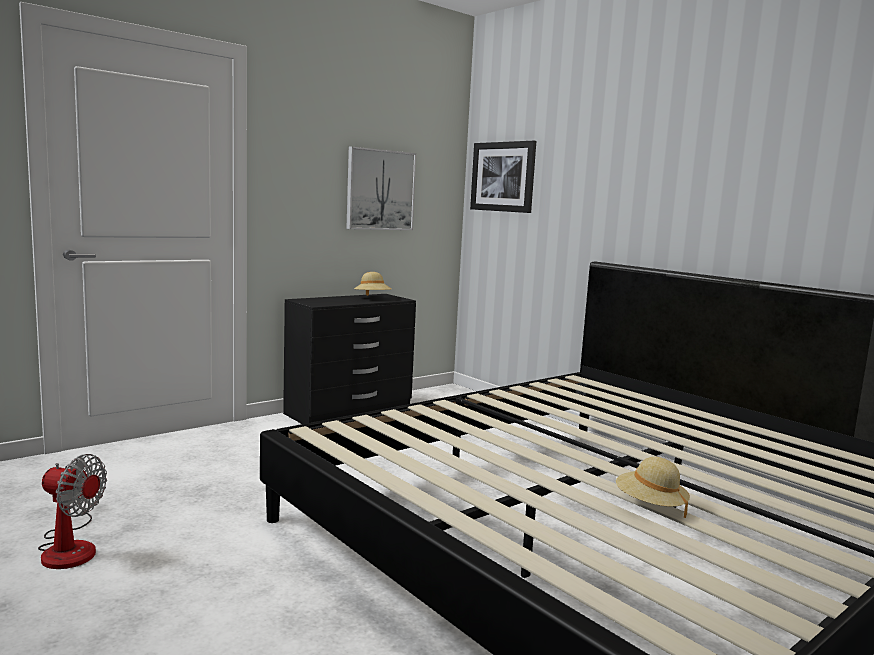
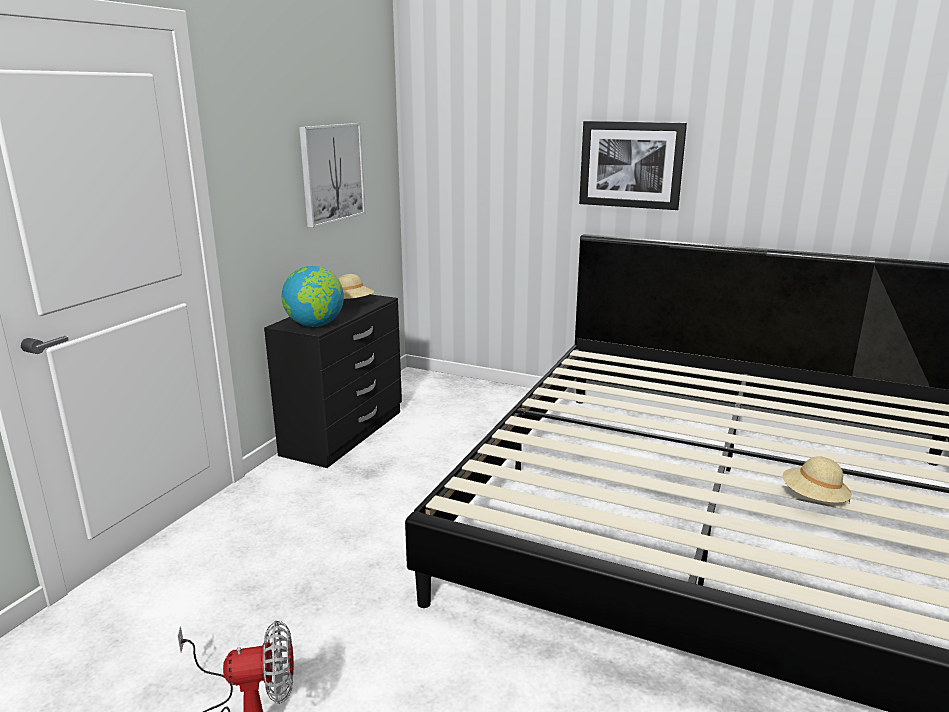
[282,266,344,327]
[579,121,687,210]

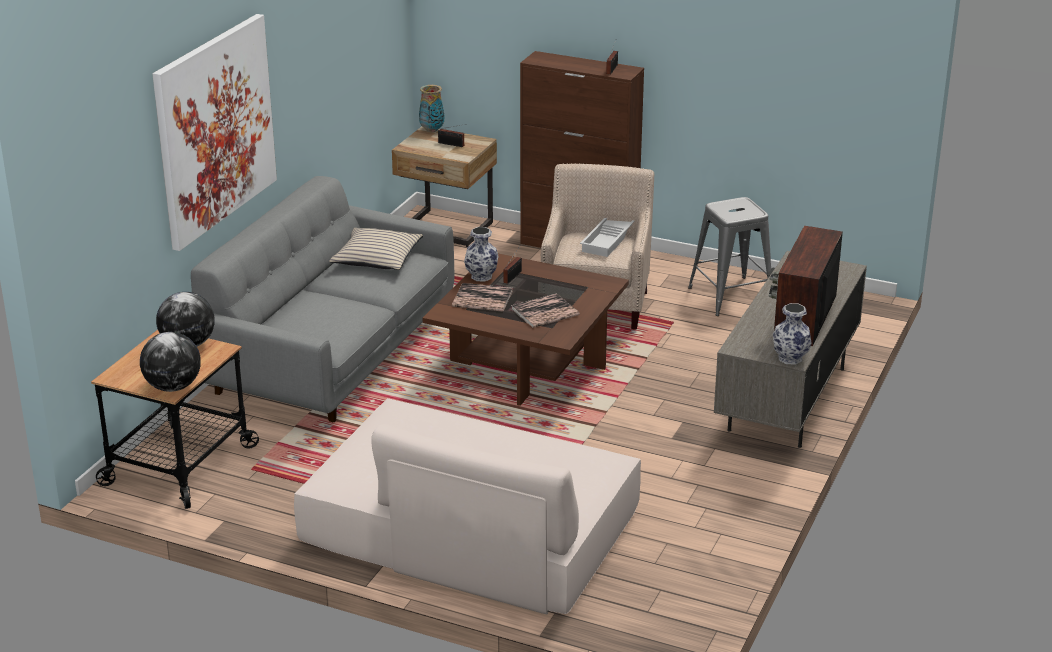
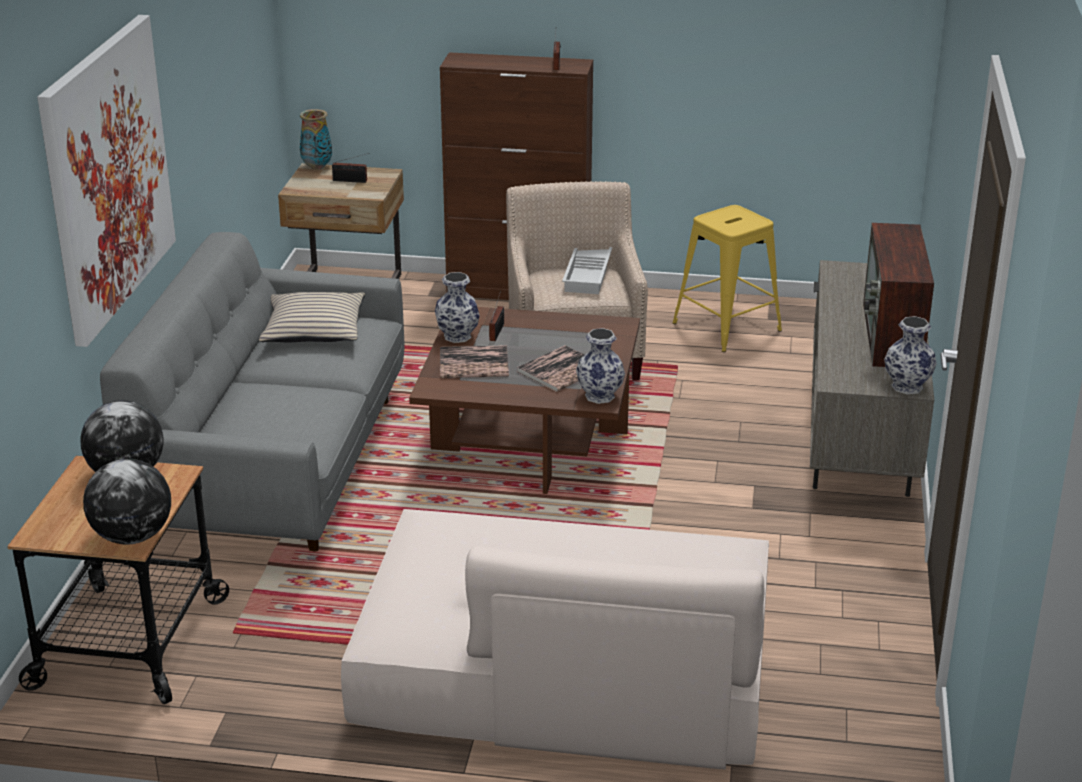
[576,328,625,404]
[672,205,782,352]

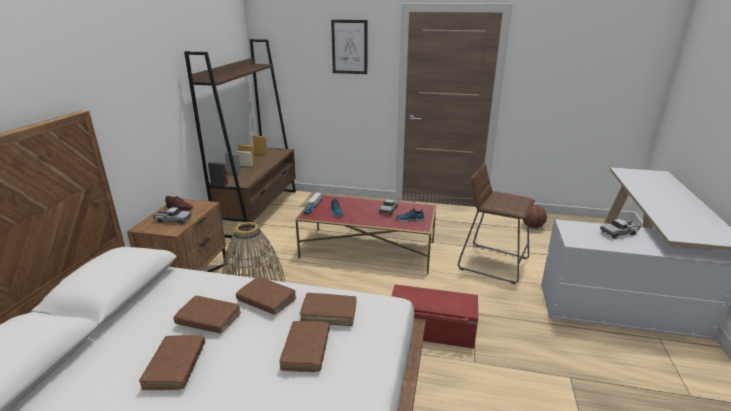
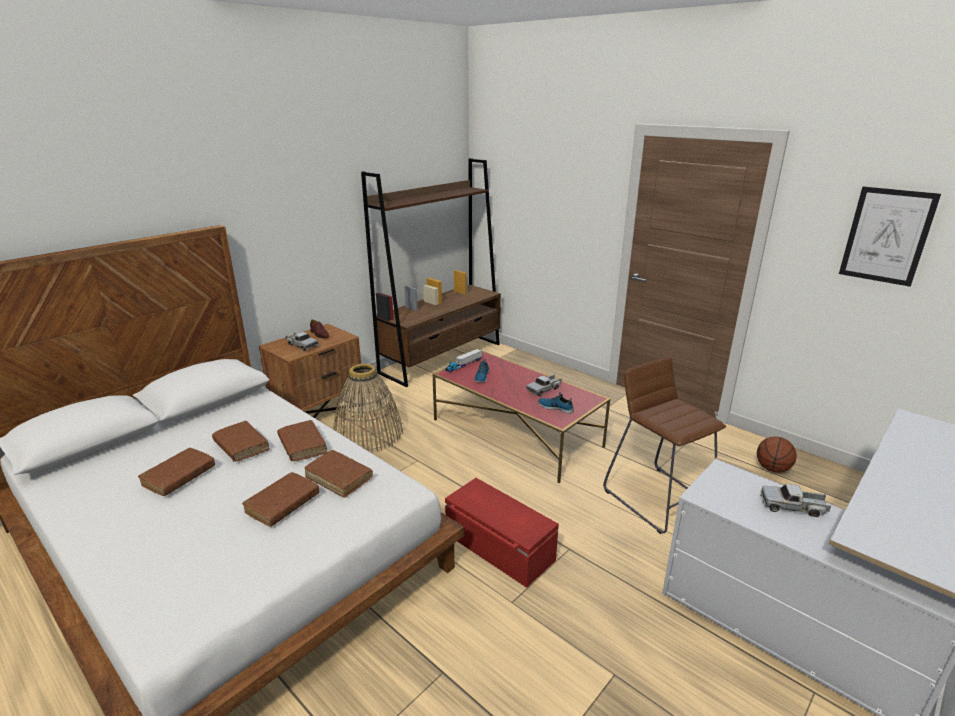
[839,187,941,287]

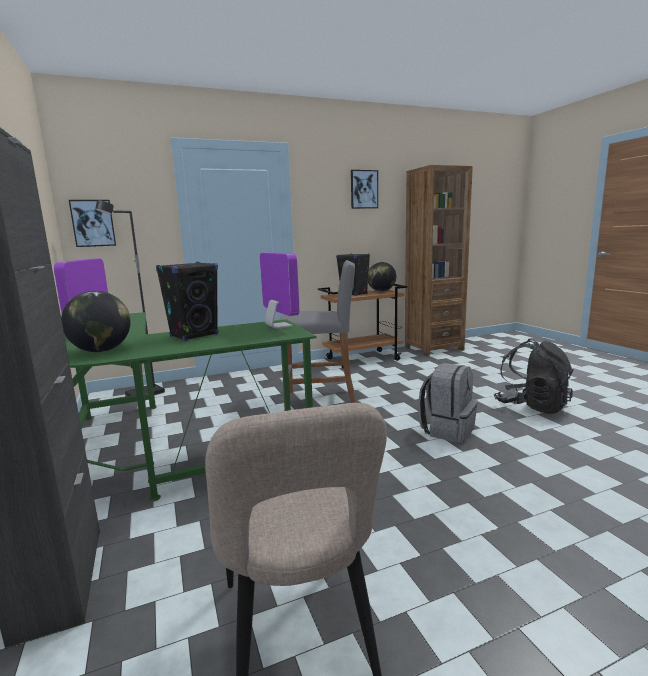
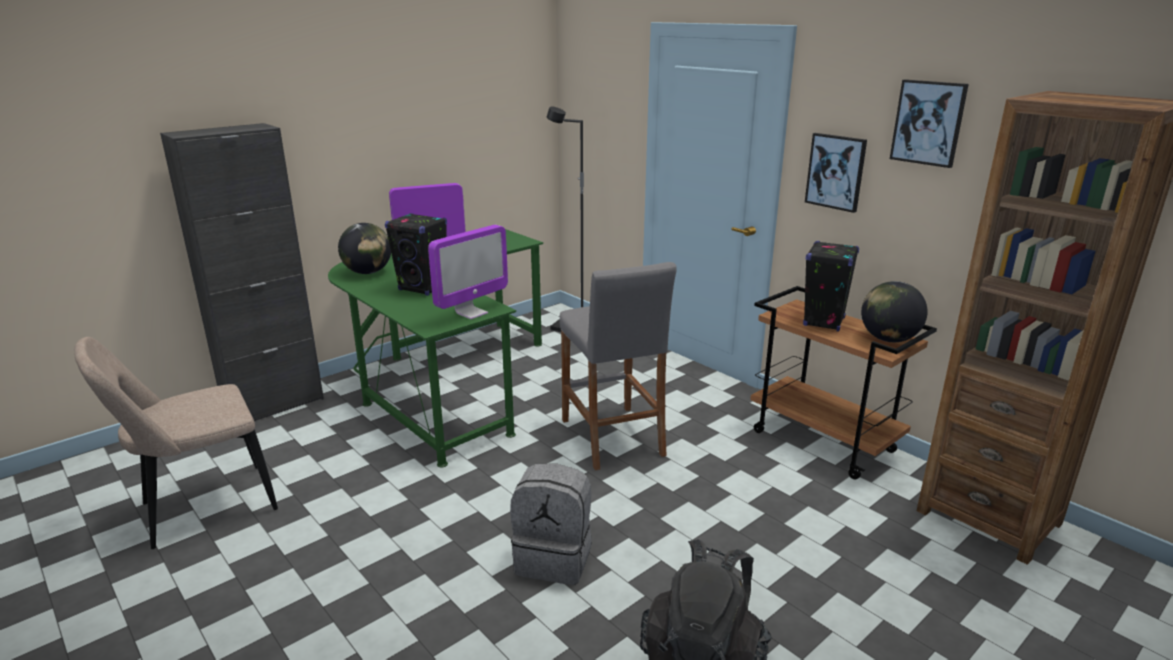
[805,133,867,213]

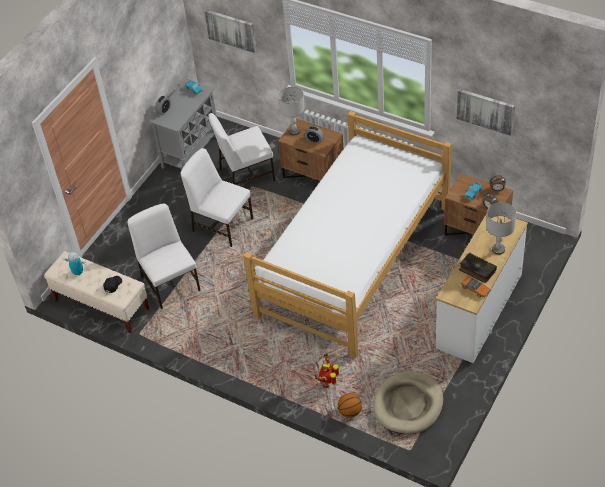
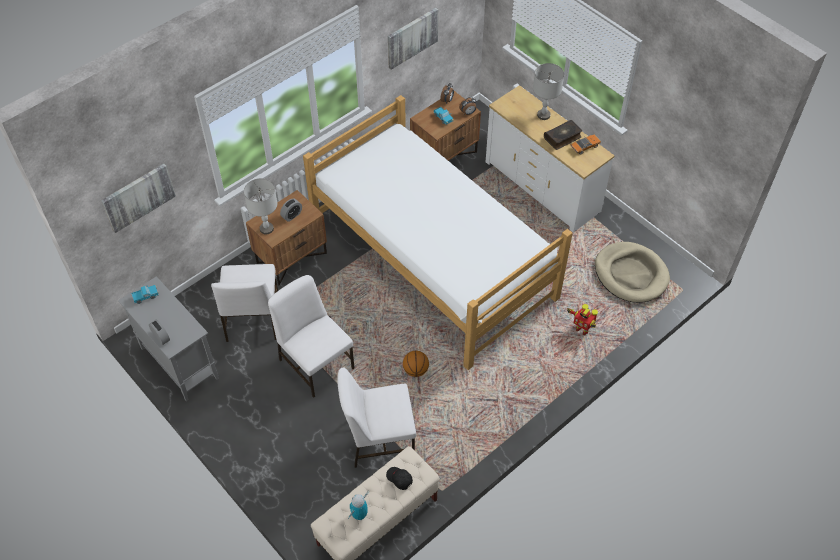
[268,275,354,398]
[403,351,429,377]

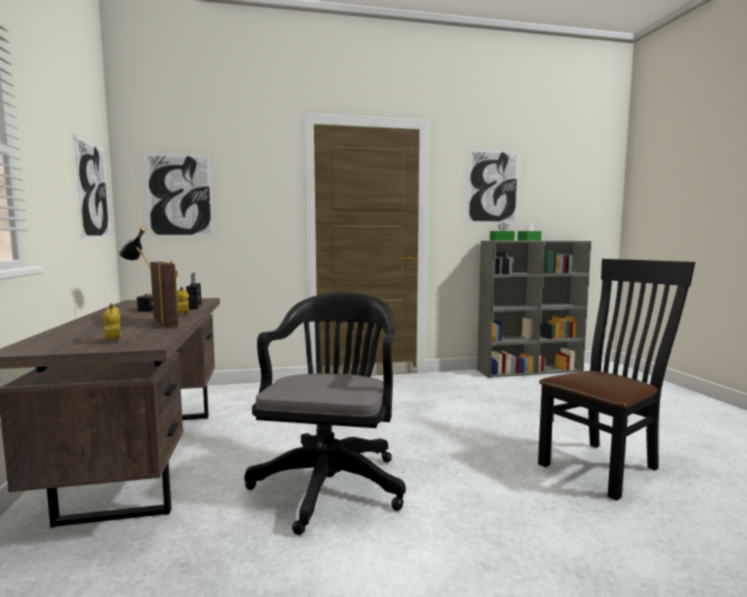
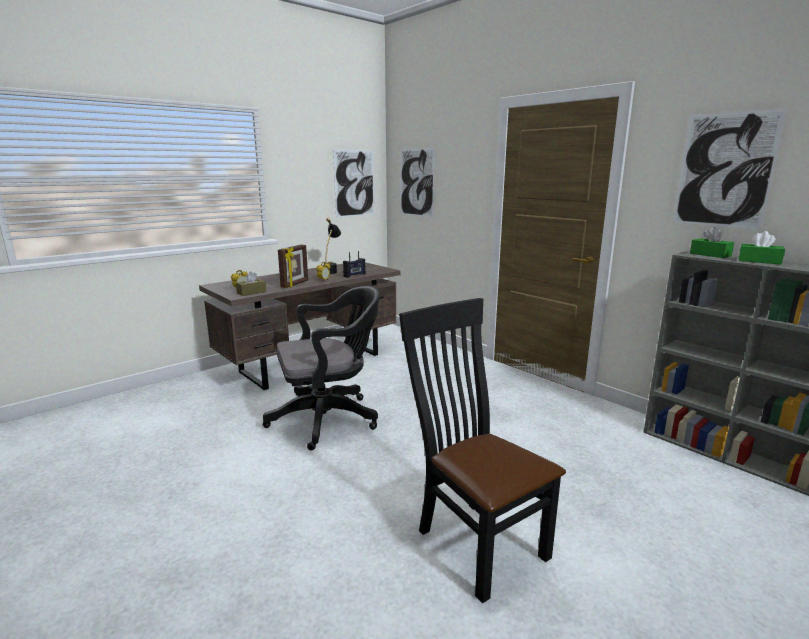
[236,271,267,296]
[399,298,566,604]

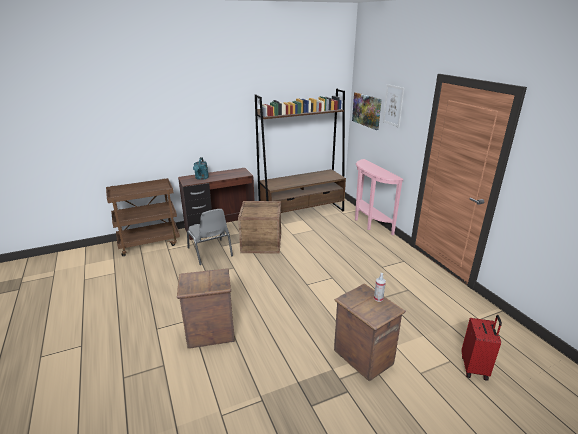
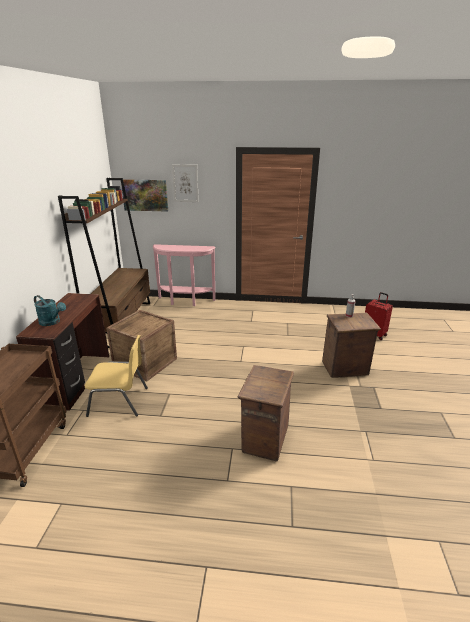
[85,335,148,417]

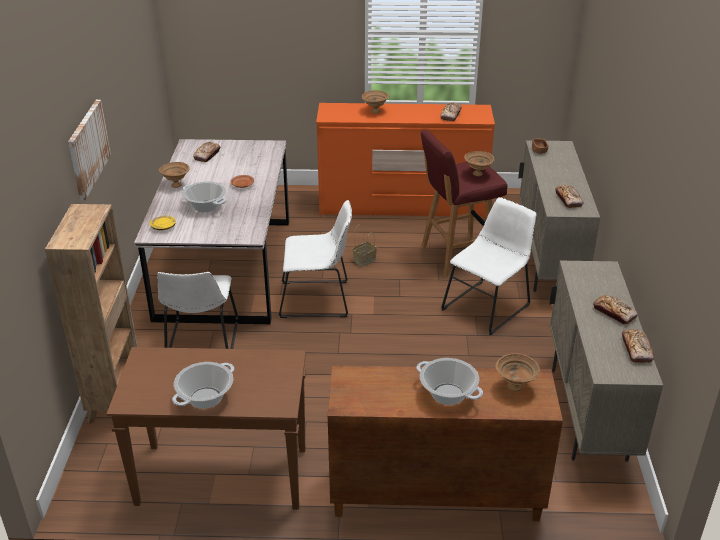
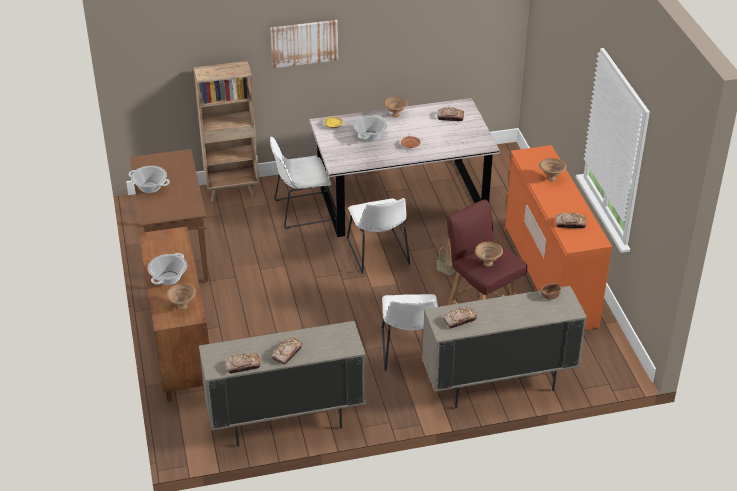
[381,294,438,371]

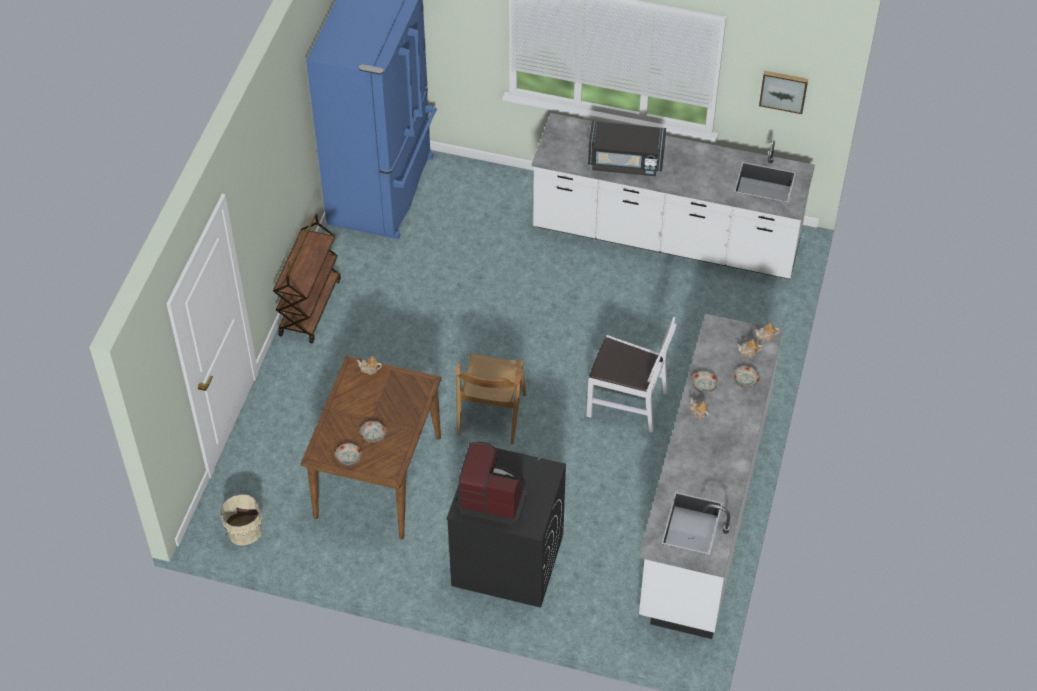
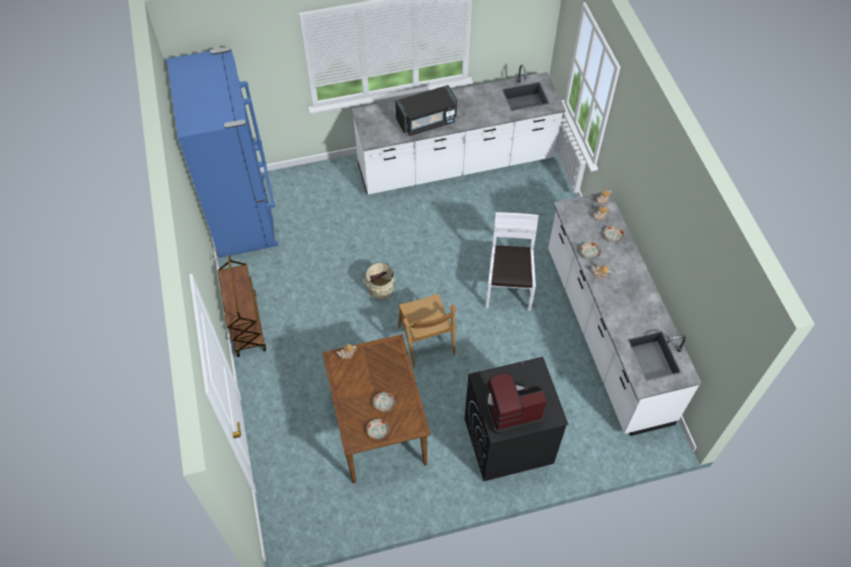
[363,263,395,300]
[486,212,539,311]
[759,71,808,114] (first image)

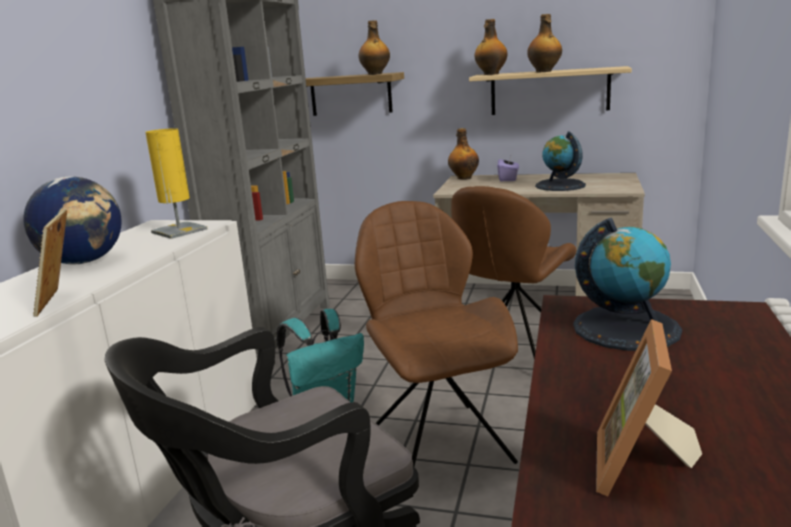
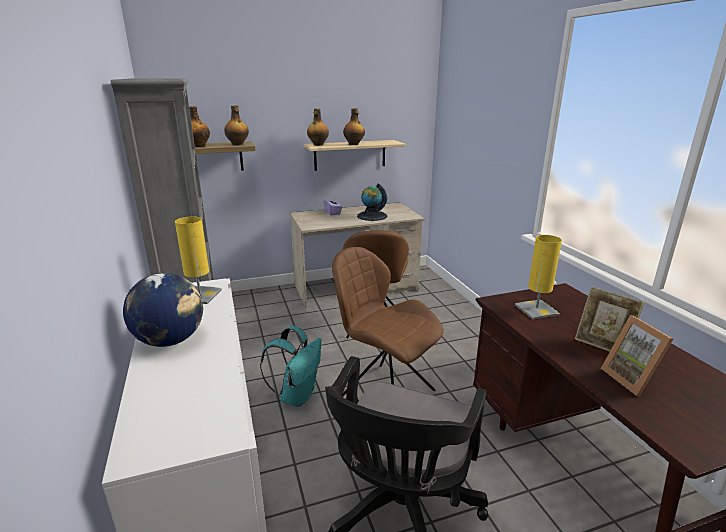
[189,106,210,147]
[515,235,562,319]
[575,286,645,352]

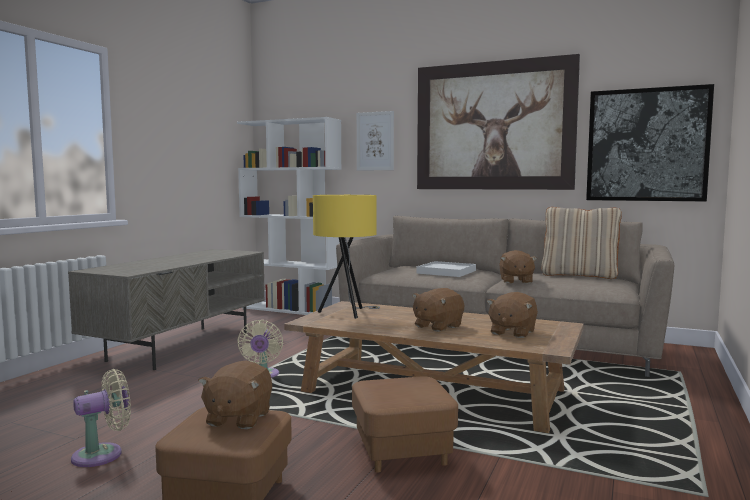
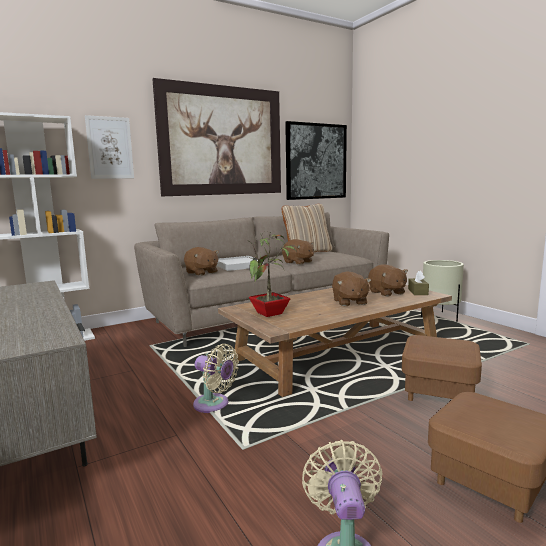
[184,247,219,276]
[248,233,297,317]
[408,271,429,295]
[421,260,464,322]

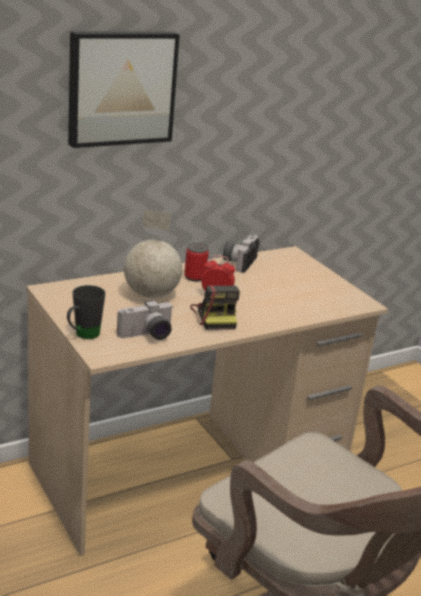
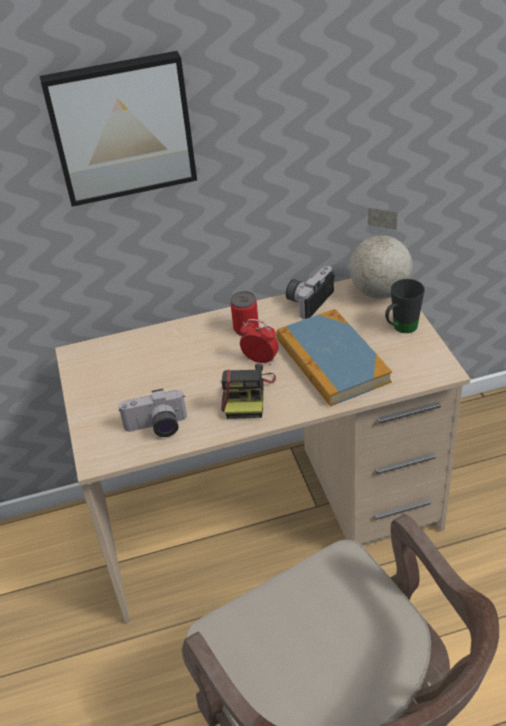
[276,309,392,407]
[349,208,413,299]
[385,279,425,333]

